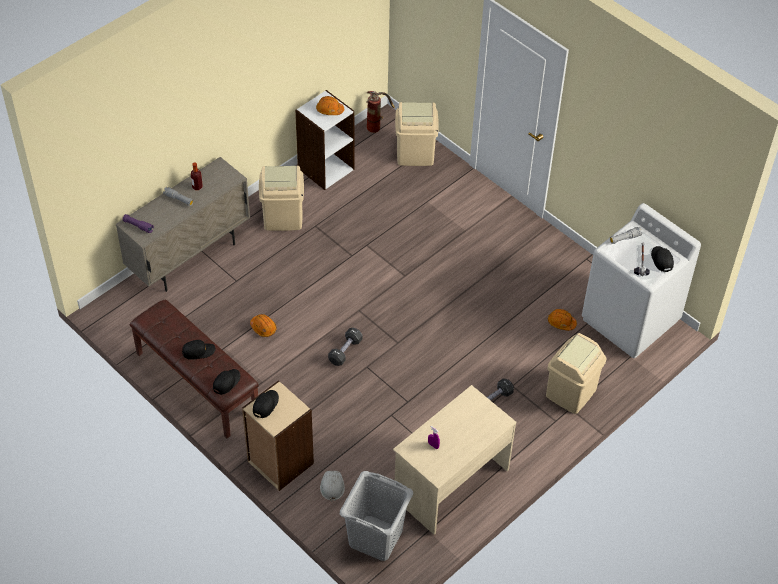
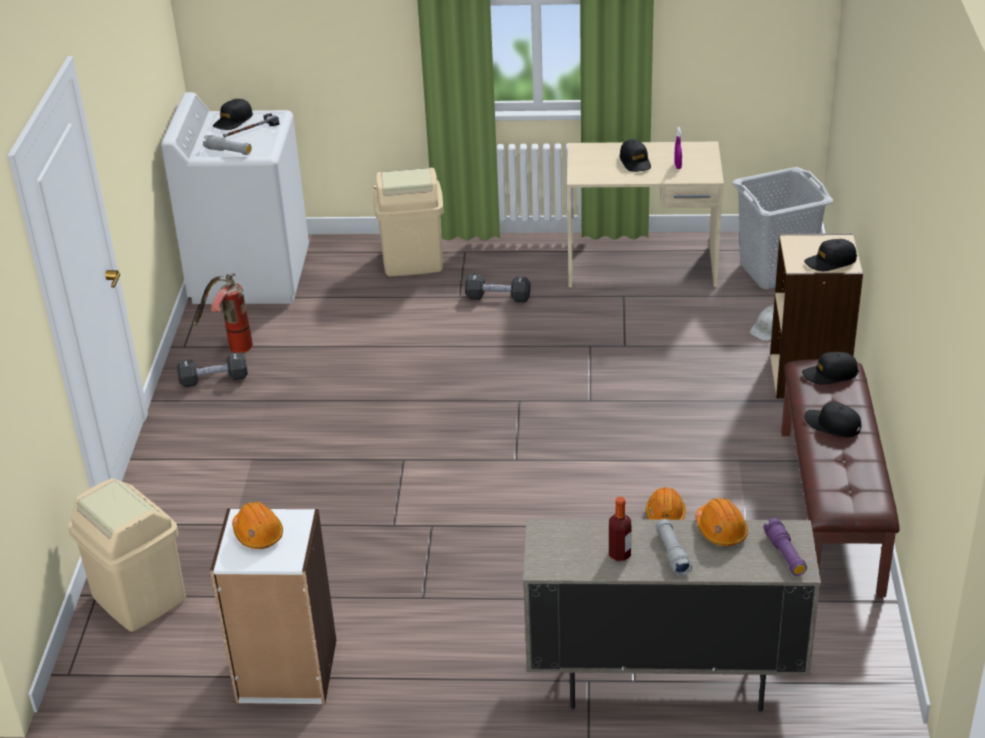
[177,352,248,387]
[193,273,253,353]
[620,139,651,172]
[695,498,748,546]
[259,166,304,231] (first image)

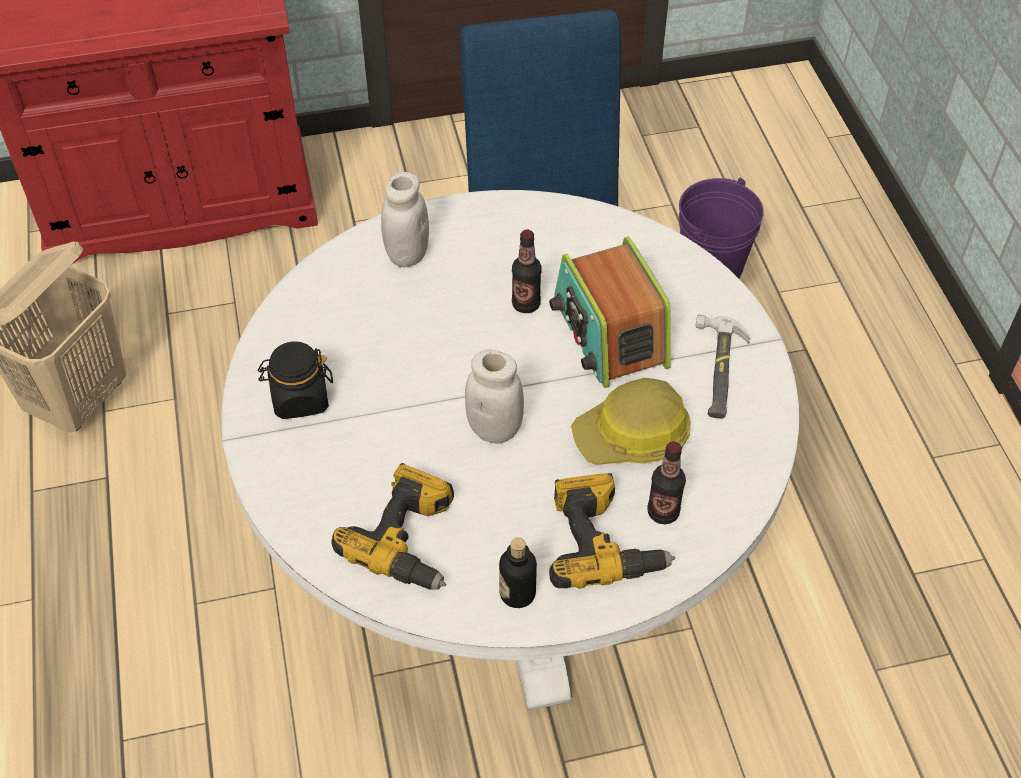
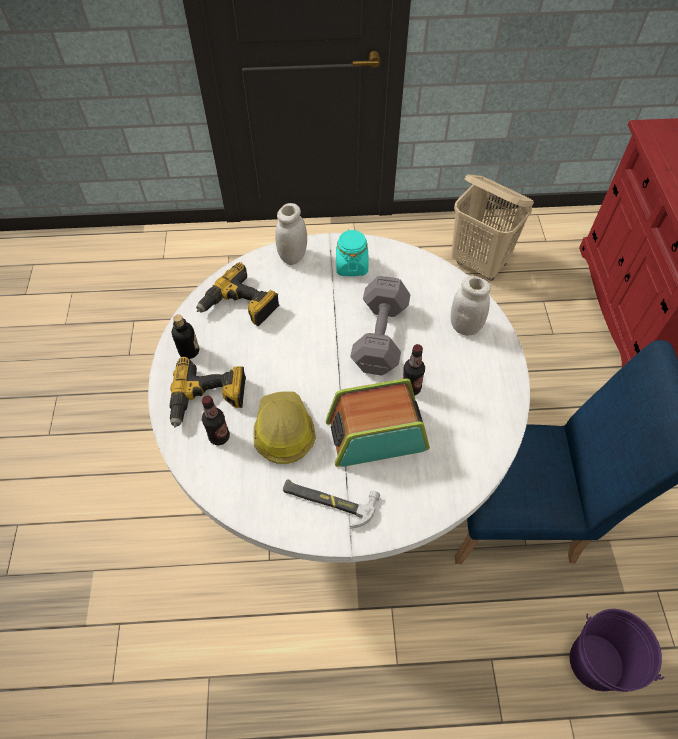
[275,203,307,265]
[336,229,369,276]
[350,276,410,375]

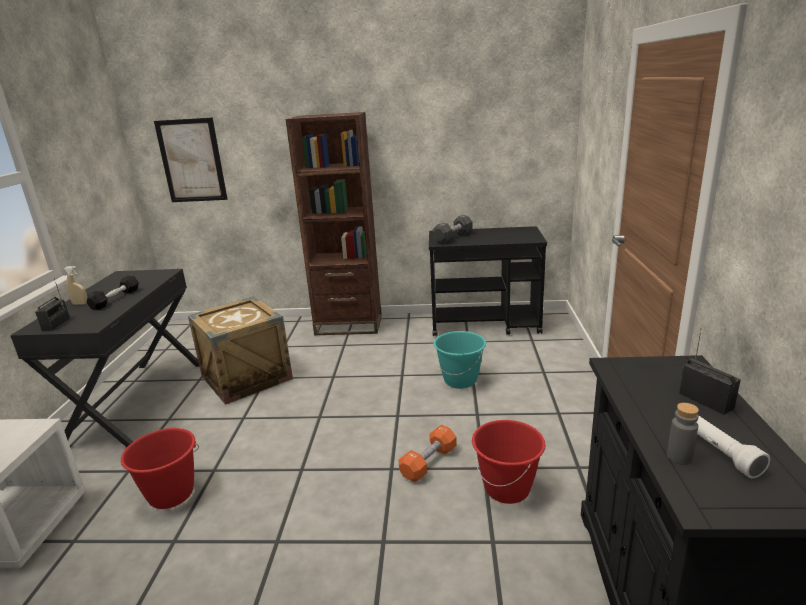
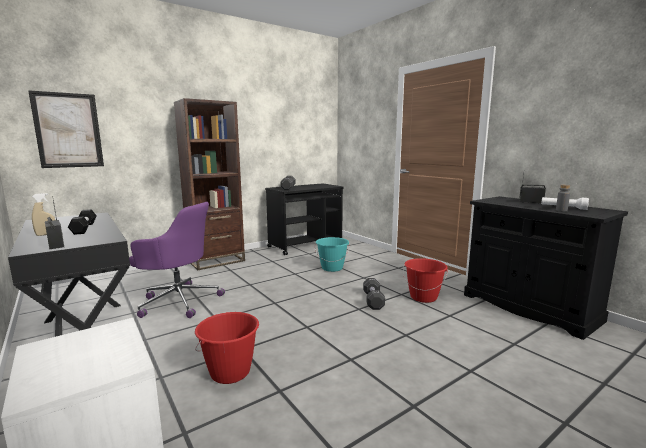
[129,202,225,318]
[363,278,385,310]

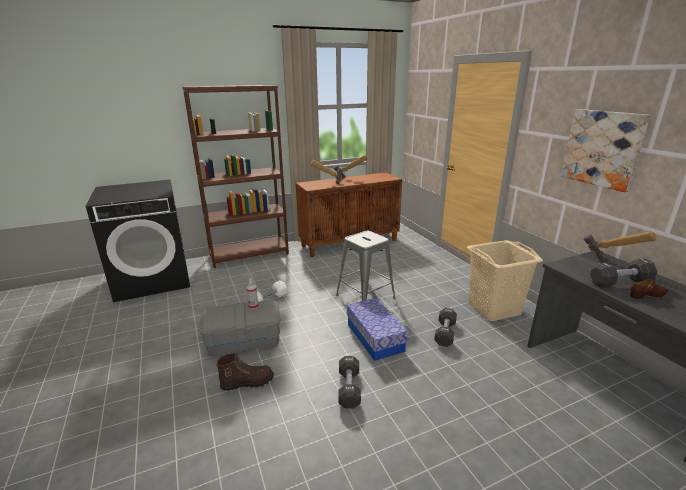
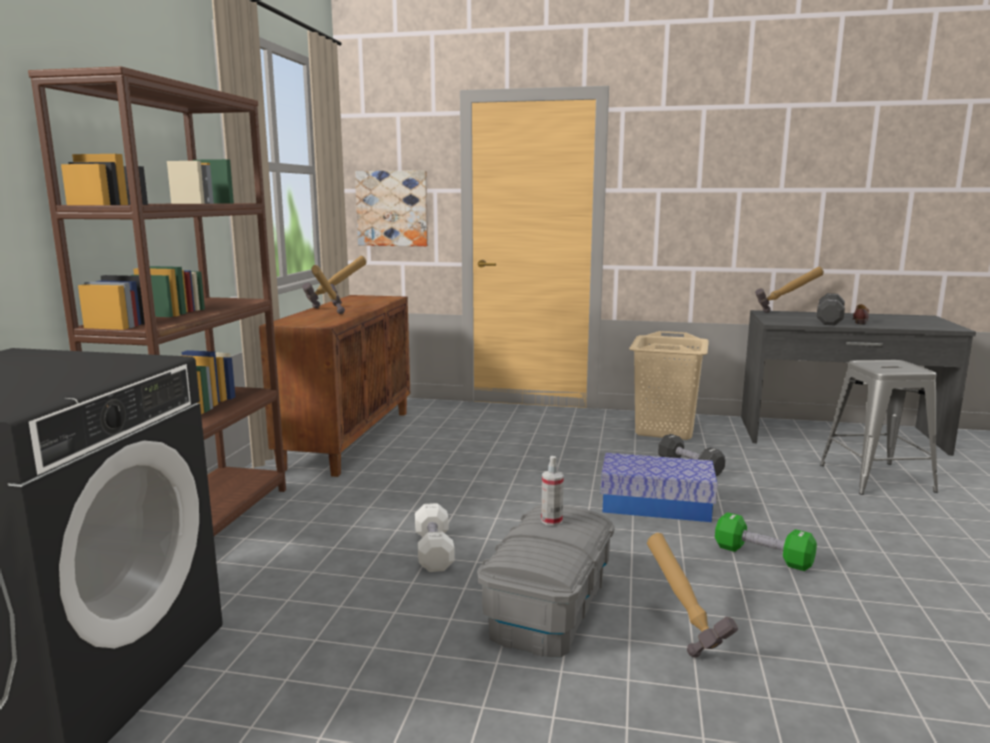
[355,170,428,246]
[647,533,738,658]
[715,512,817,571]
[820,360,938,495]

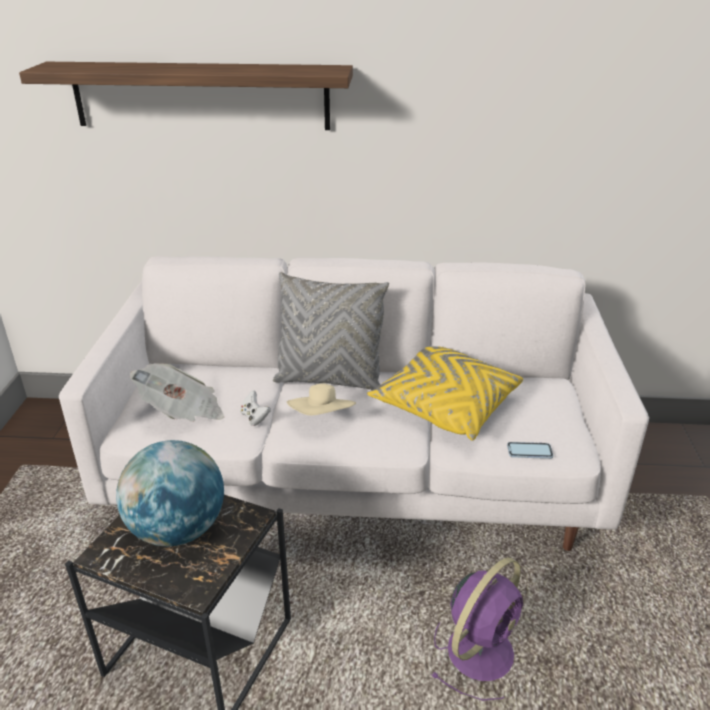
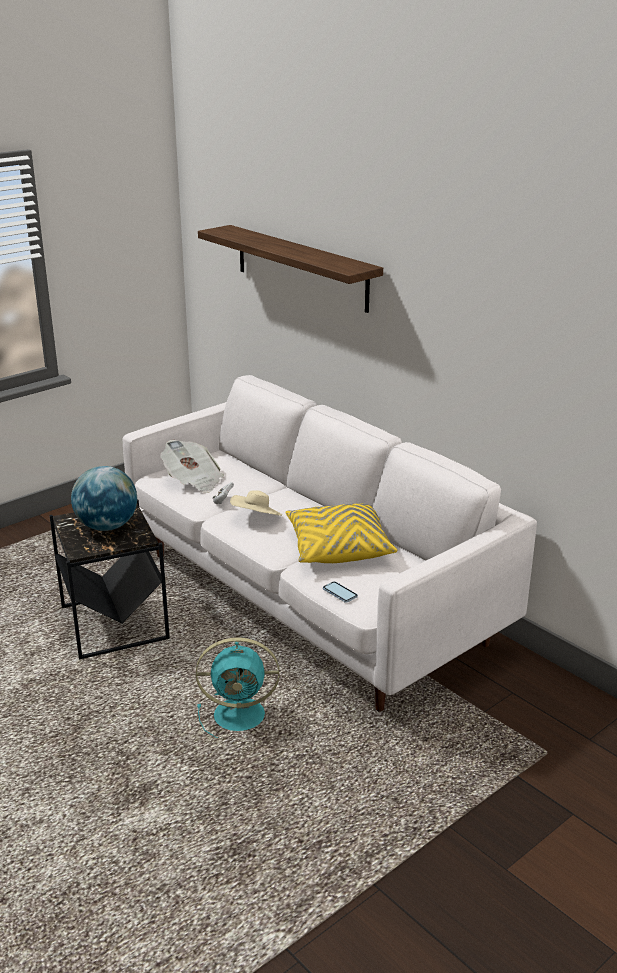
[196,637,279,738]
[273,272,389,390] (first image)

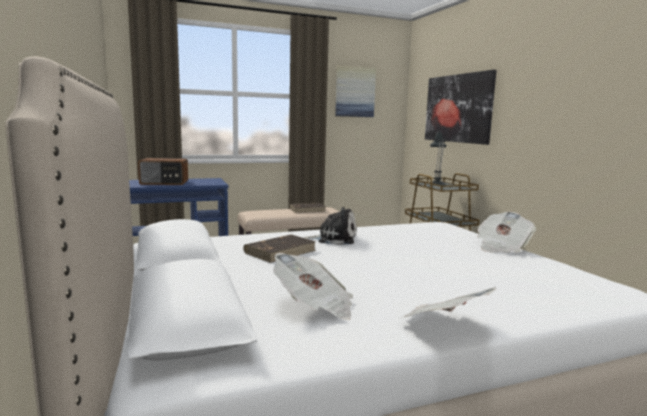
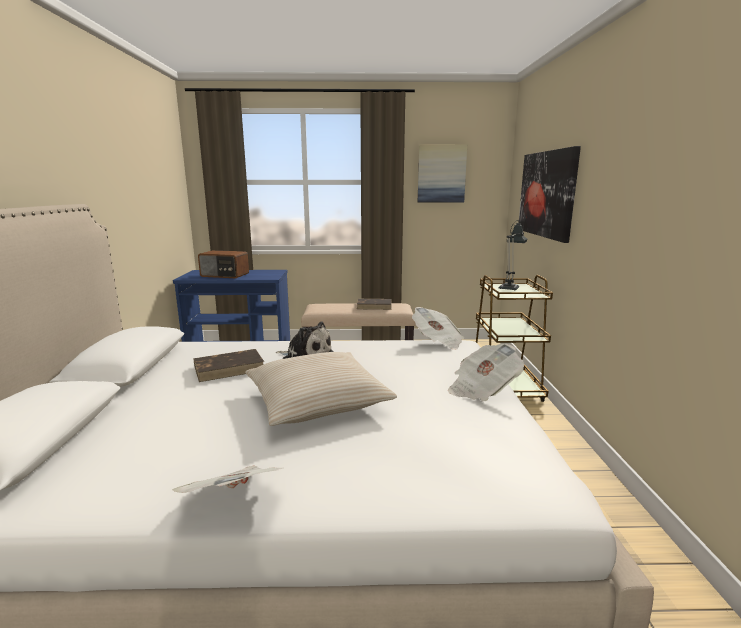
[245,352,397,426]
[412,307,464,350]

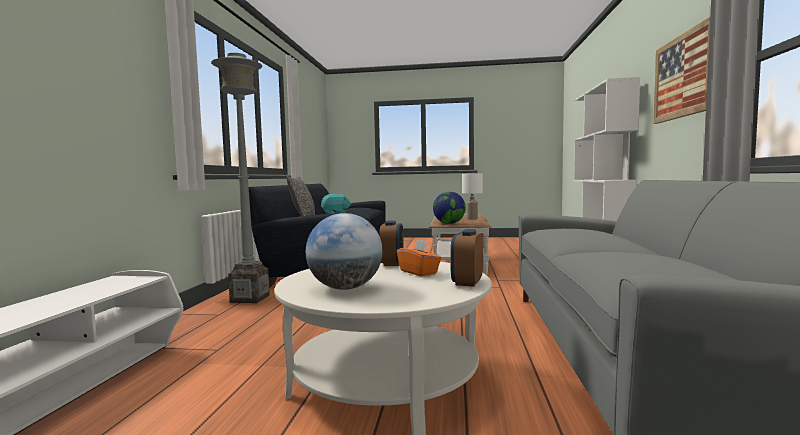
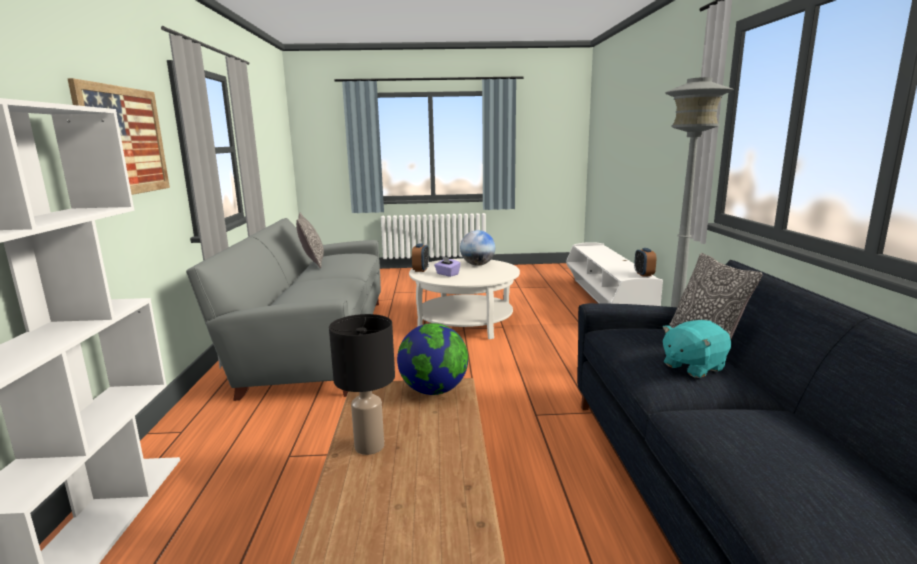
[296,213,324,269]
[329,314,395,455]
[434,256,461,277]
[634,248,656,277]

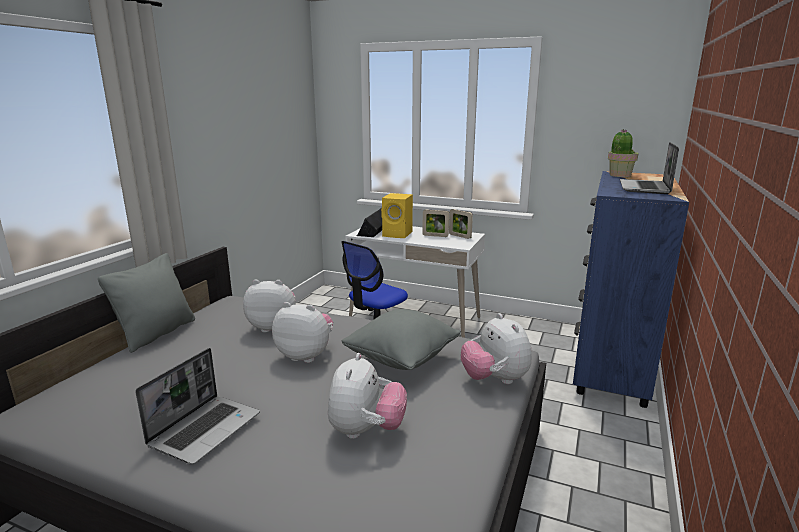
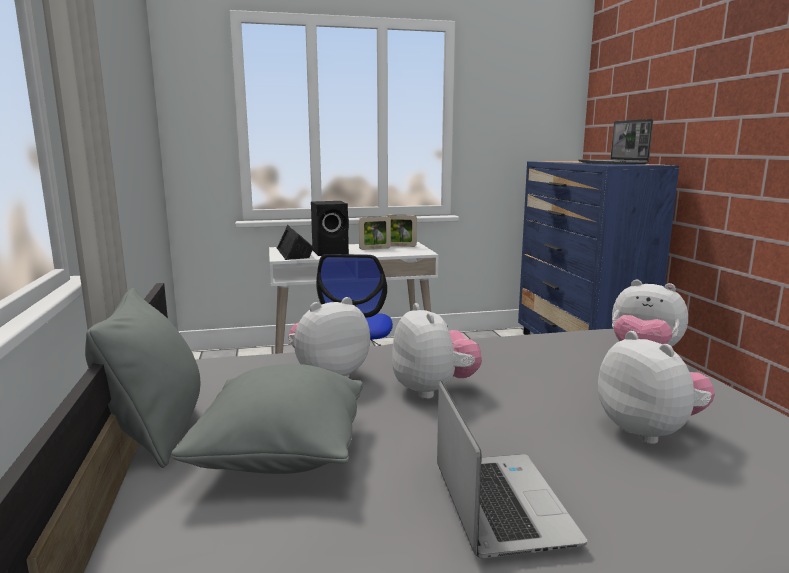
[171,364,363,474]
[311,201,349,256]
[392,303,482,399]
[608,129,638,177] (first image)

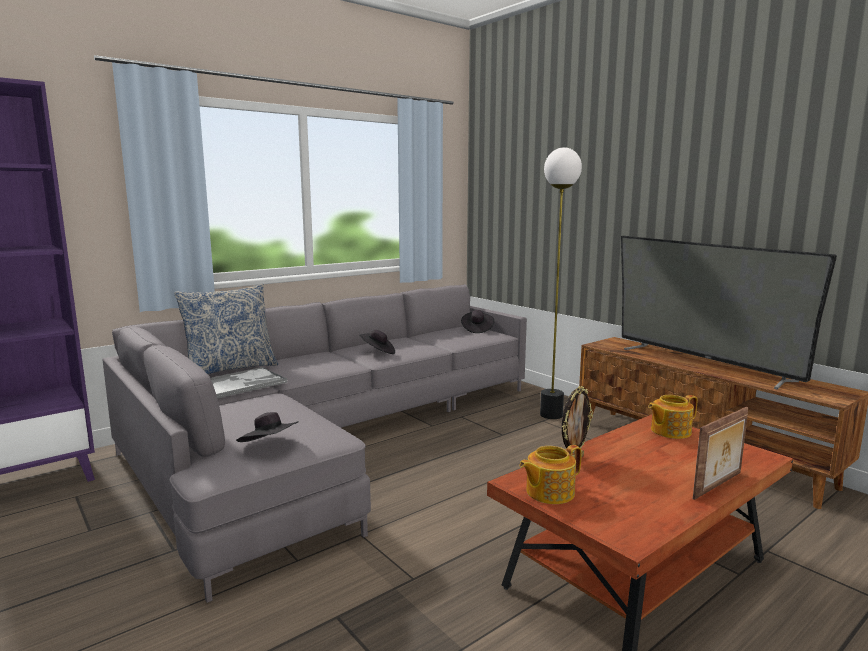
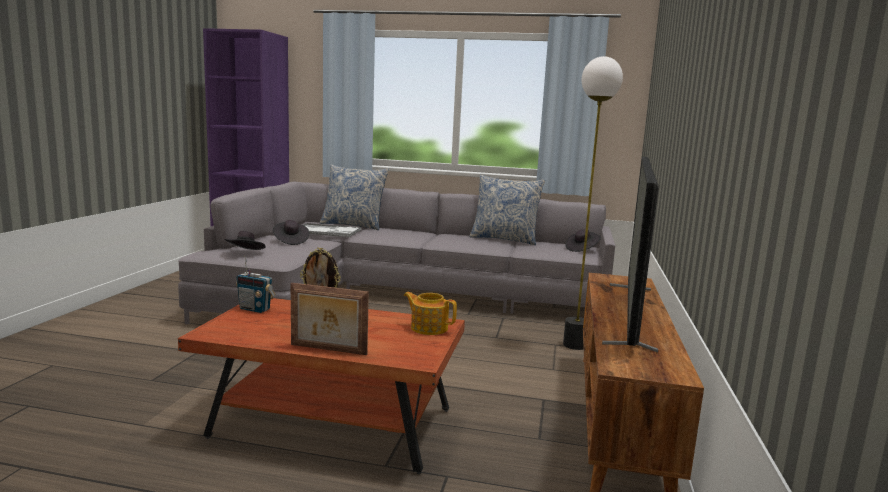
[236,255,276,313]
[273,220,310,245]
[469,175,545,245]

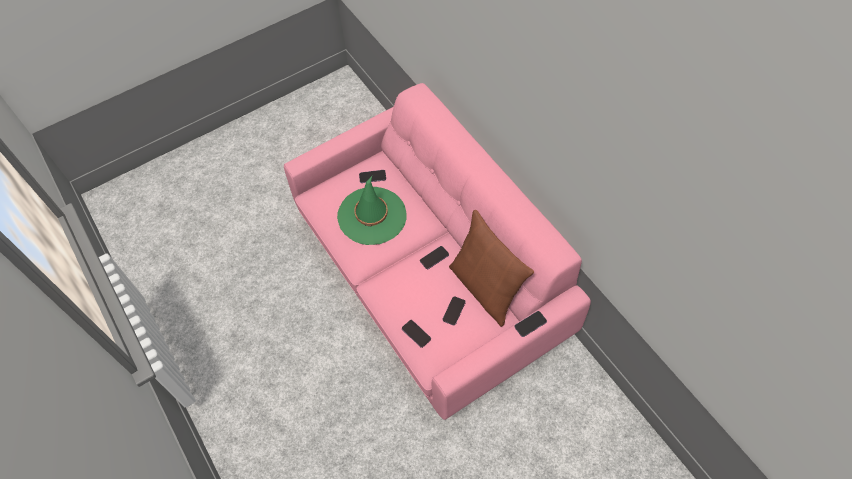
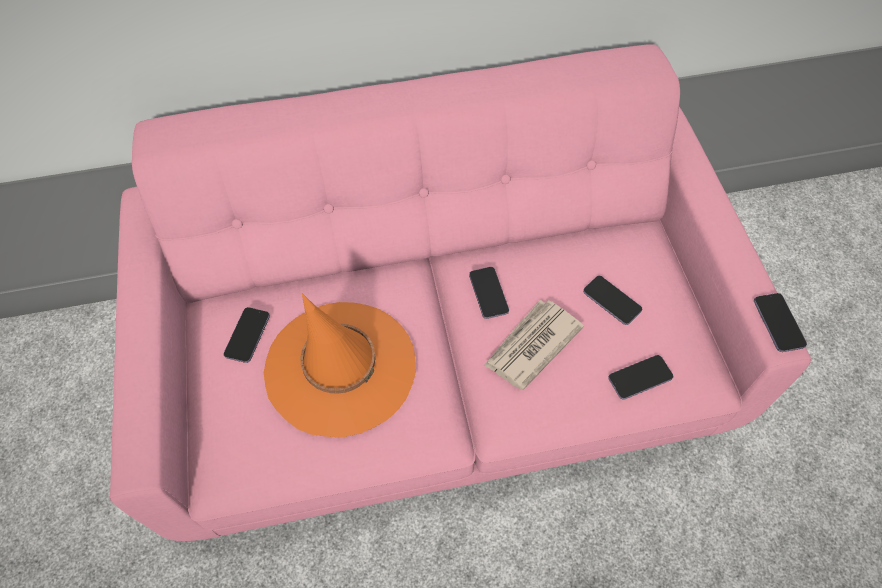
[264,293,416,438]
[484,300,584,390]
[754,293,807,352]
[449,210,534,327] (first image)

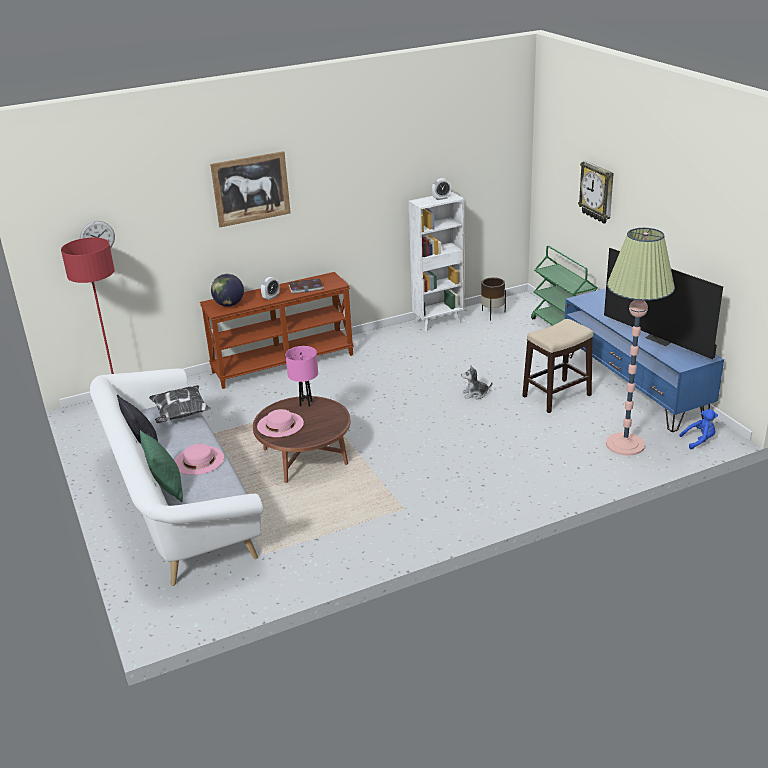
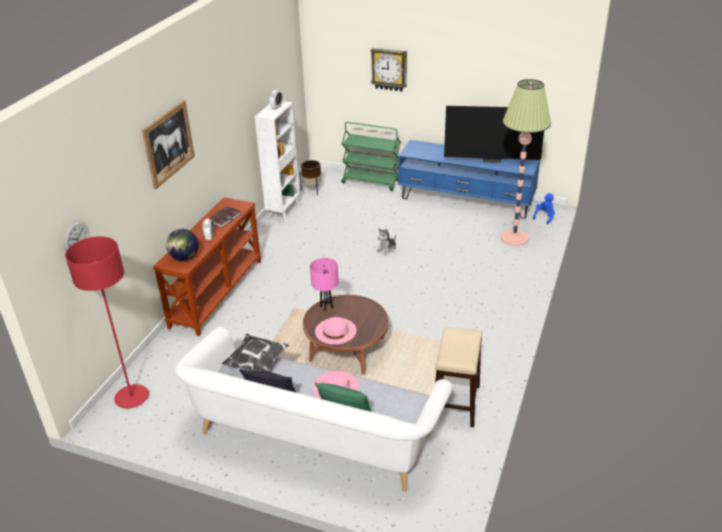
[435,327,482,427]

